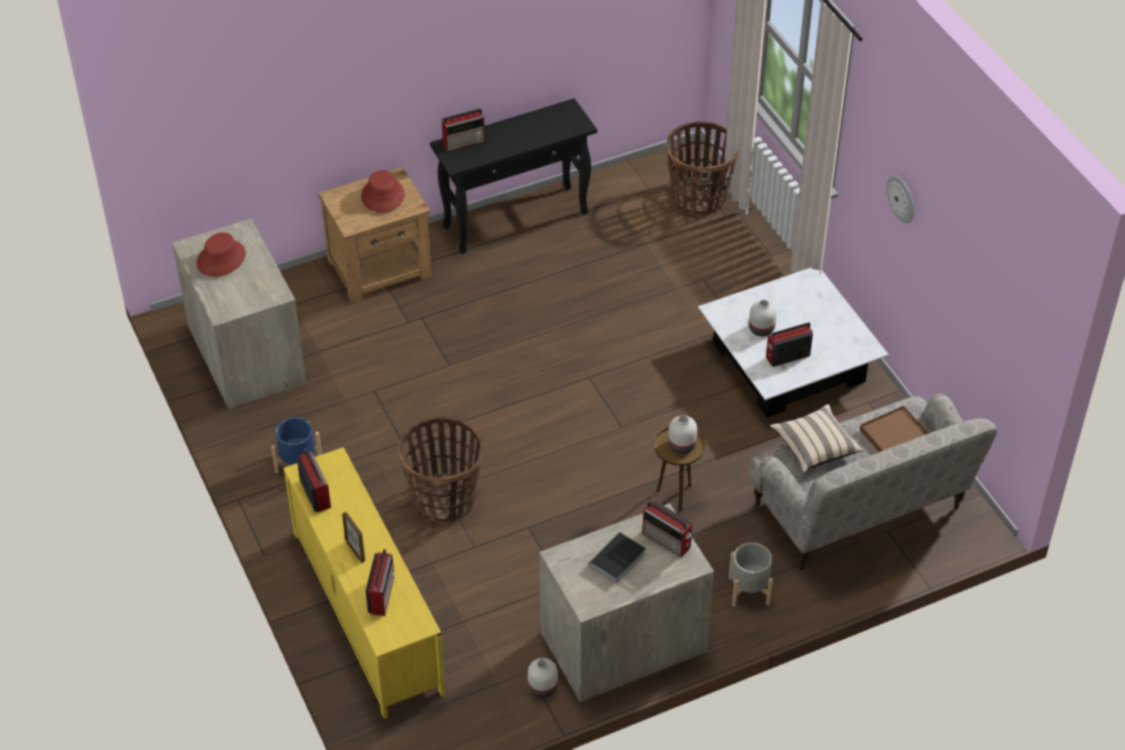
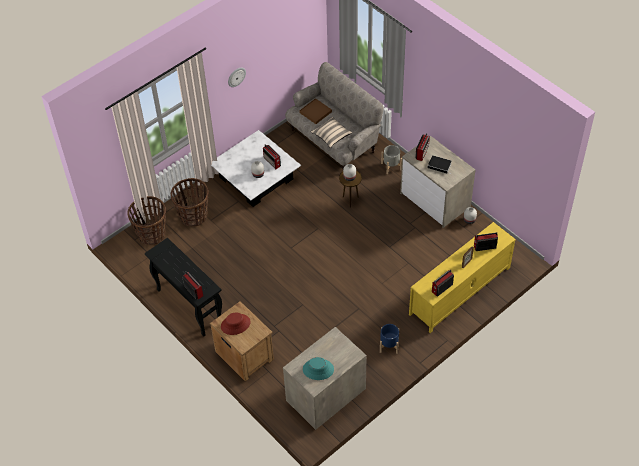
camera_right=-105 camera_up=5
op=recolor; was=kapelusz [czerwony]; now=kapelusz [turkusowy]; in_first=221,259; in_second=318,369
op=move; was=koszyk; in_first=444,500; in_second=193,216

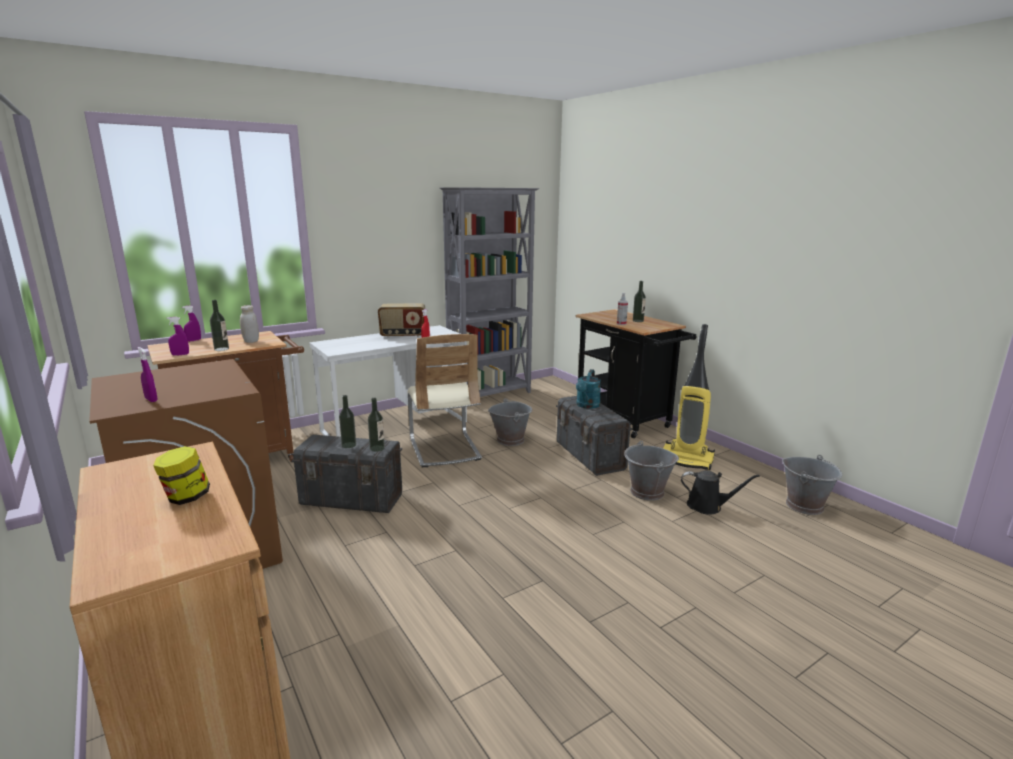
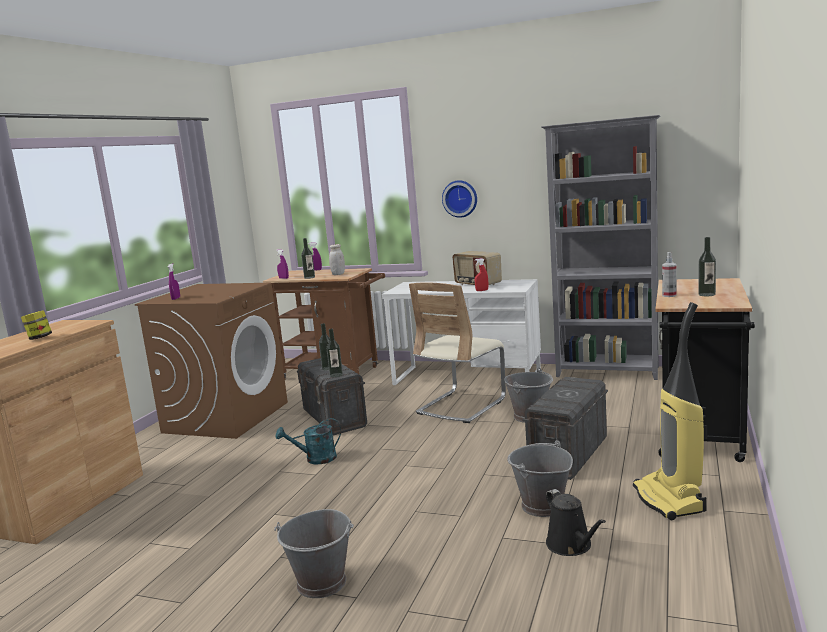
camera_right=55 camera_up=-5
op=move; was=konewka [turkusowy]; in_first=587,406; in_second=315,459
op=move; was=wiadro [szary]; in_first=805,505; in_second=322,583
op=insert; now=zegar ścienny; in_second=460,198

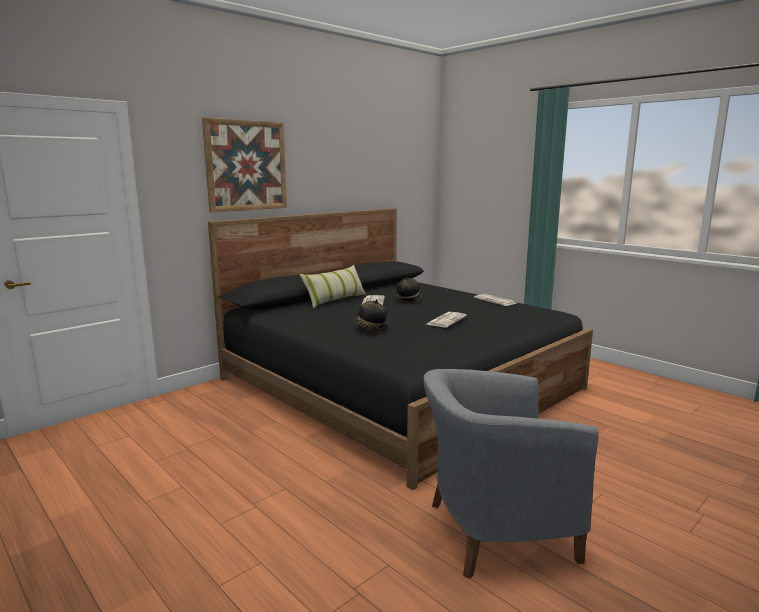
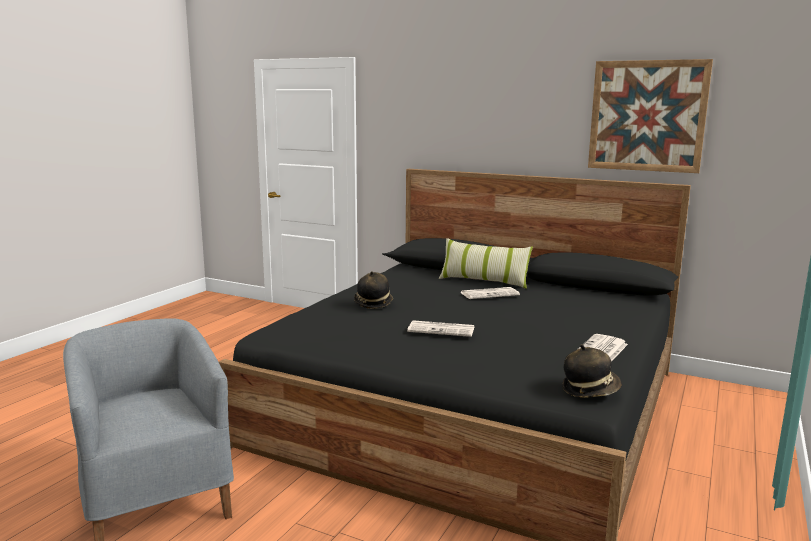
camera_right=70 camera_up=0
op=move; was=obraz; in_first=246,166; in_second=647,116
op=move; was=kapelusz; in_first=407,300; in_second=590,390

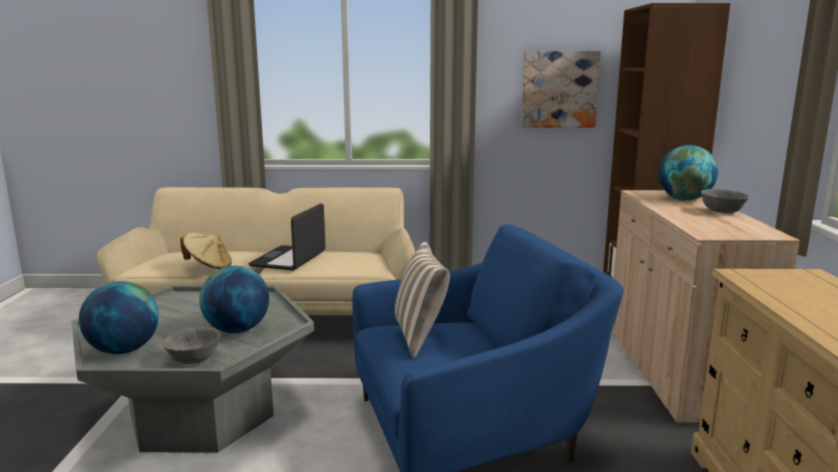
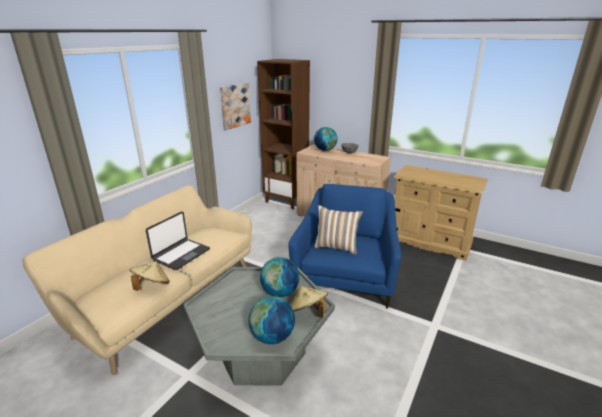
camera_right=-60 camera_up=10
op=replace; was=miska [szary]; now=kapelusz [beżowy]; in_first=193,360; in_second=307,313
op=rotate; was=laptop; in_first=289,259; in_second=181,254; clockwise=-105

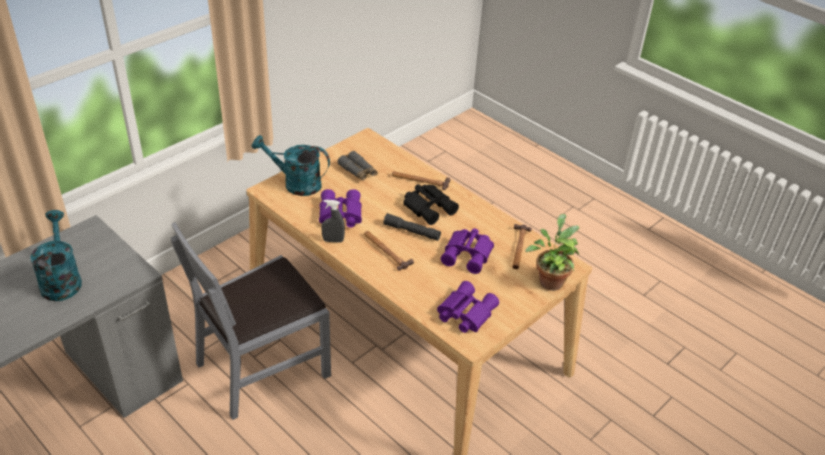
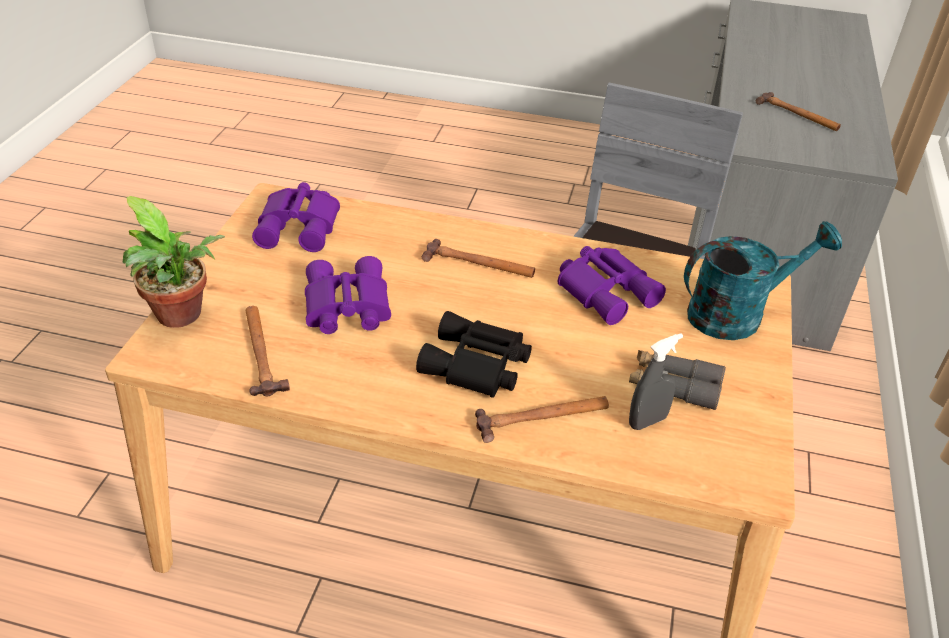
camera_right=150 camera_up=0
op=replace; was=konewka [turkusowy]; now=młotek; in_first=61,279; in_second=798,115
op=move; was=spryskiwacz [szary]; in_first=333,240; in_second=647,421
op=delete; was=latarka [szary]; in_first=411,231

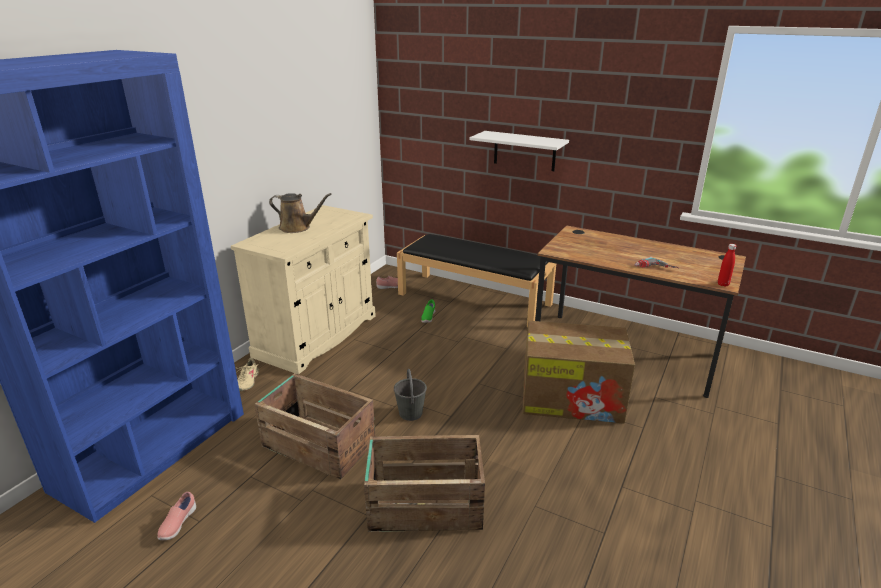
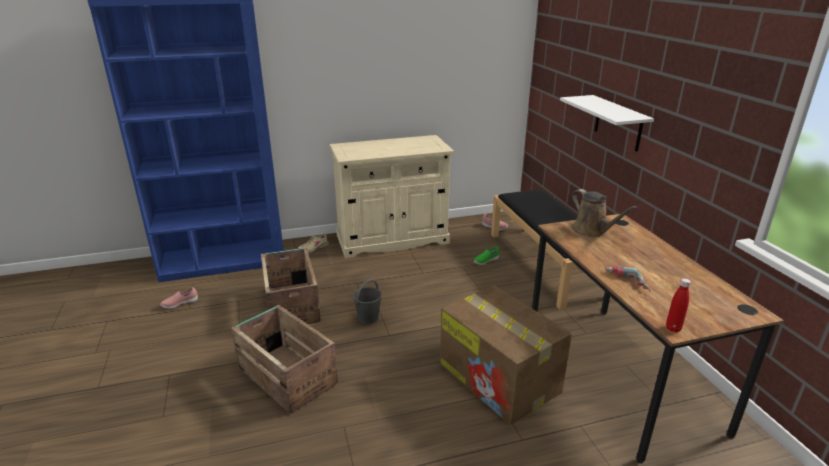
camera_right=45 camera_up=0
op=move; was=konewka [brązowy]; in_first=297,228; in_second=592,231

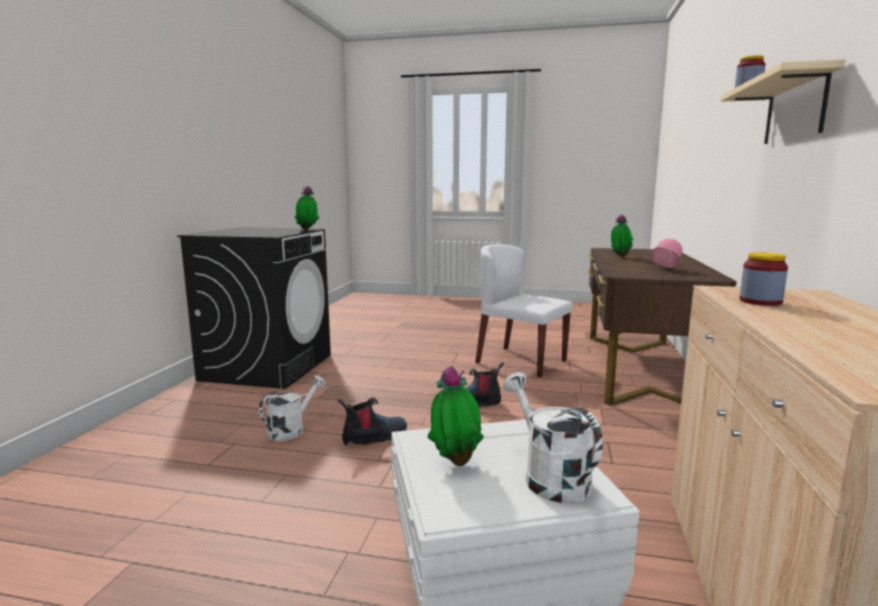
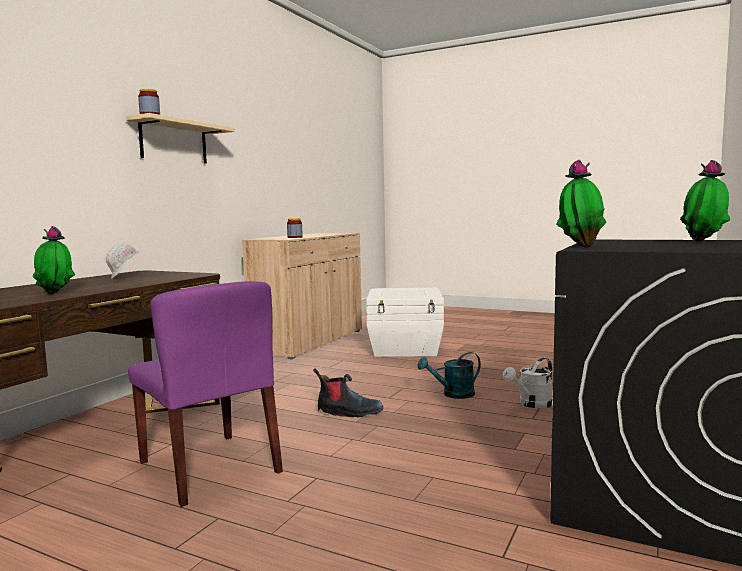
camera_right=-165 camera_up=-5
op=replace; was=but z cholewką; now=konewka [turkusowy]; in_first=375,437; in_second=453,394
op=move; was=roślina doniczkowa; in_first=455,461; in_second=703,241
op=recolor; was=krzesło [biały]; now=krzesło [fioletowy]; in_first=520,361; in_second=210,467
op=delete; was=konewka [biały]; in_first=549,476
op=recolor; was=kask [różowy]; now=kask [biały]; in_first=664,269; in_second=125,278

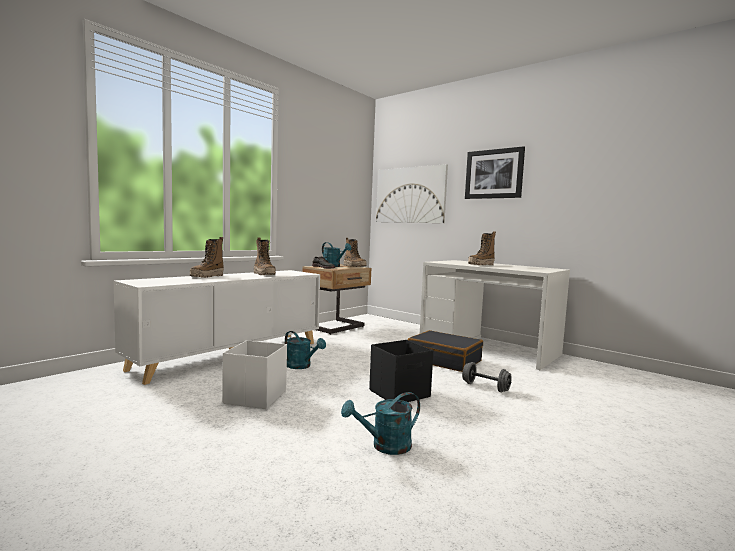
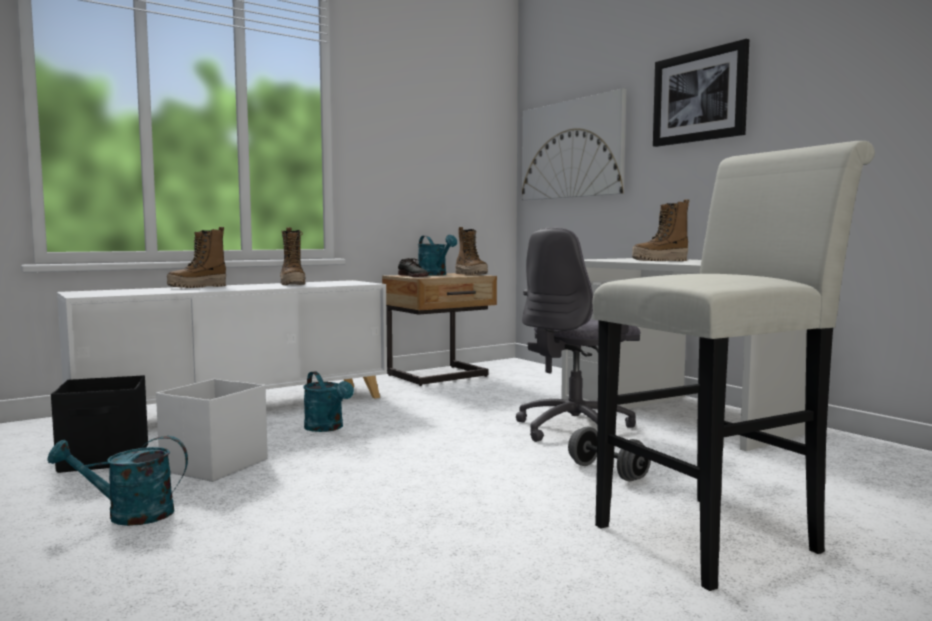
camera_right=15 camera_up=0
op=move; was=konewka [turkusowy]; in_first=385,446; in_second=128,515
op=move; was=pojemnik do przechowywania [czarny]; in_first=400,393; in_second=106,458
op=replace; was=walizka [czarny]; now=krzesło biurowe [szary]; in_first=444,360; in_second=576,429
op=insert; now=stołek [biały]; in_second=717,535

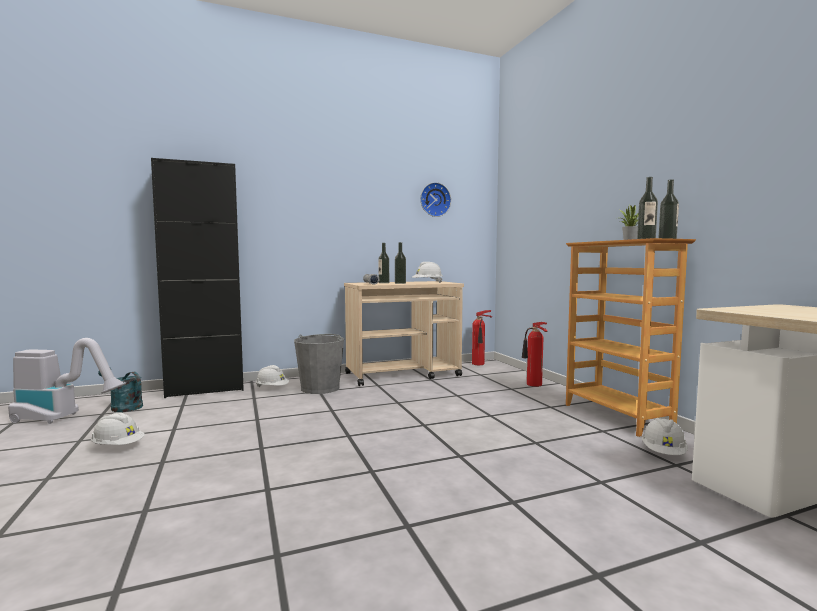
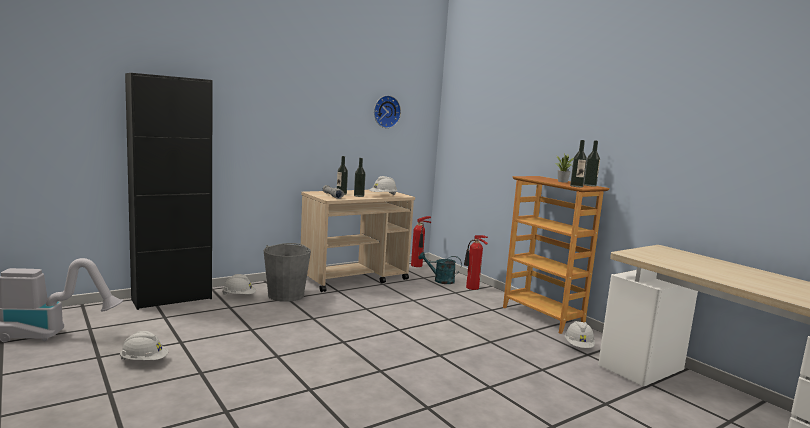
camera_right=-15 camera_up=5
op=move; was=konewka [turkusowy]; in_first=123,406; in_second=440,280

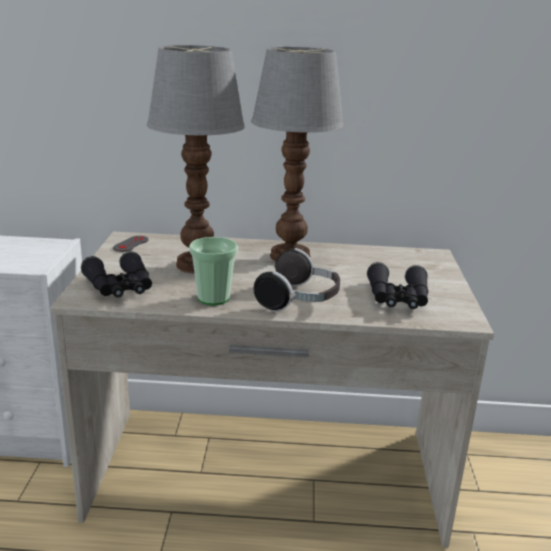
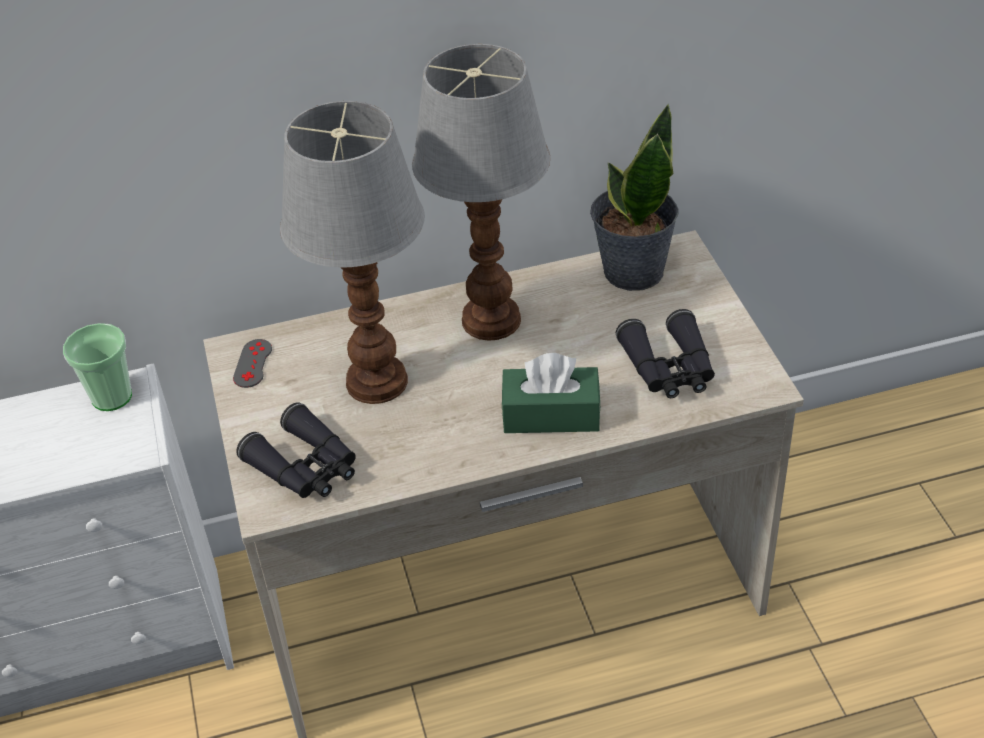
camera_right=-15 camera_up=20
op=move; was=filiżanka; in_first=213,298; in_second=112,397
op=replace; was=słuchawki; now=pudełko chusteczek [zielony]; in_first=300,300; in_second=551,414
op=insert; now=roślina doniczkowa; in_second=632,271

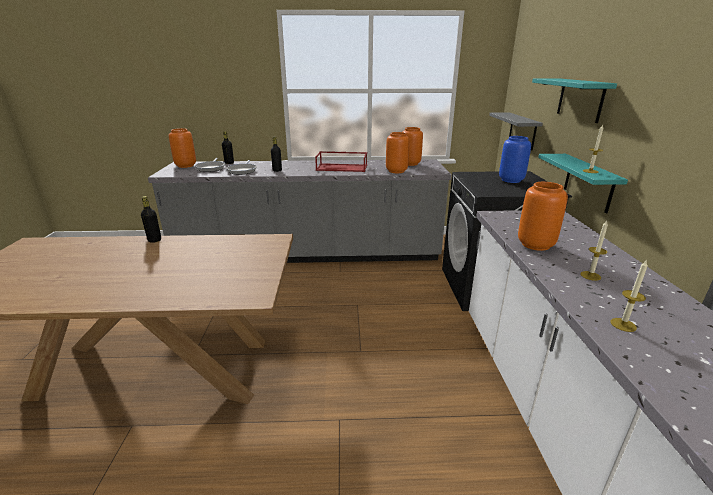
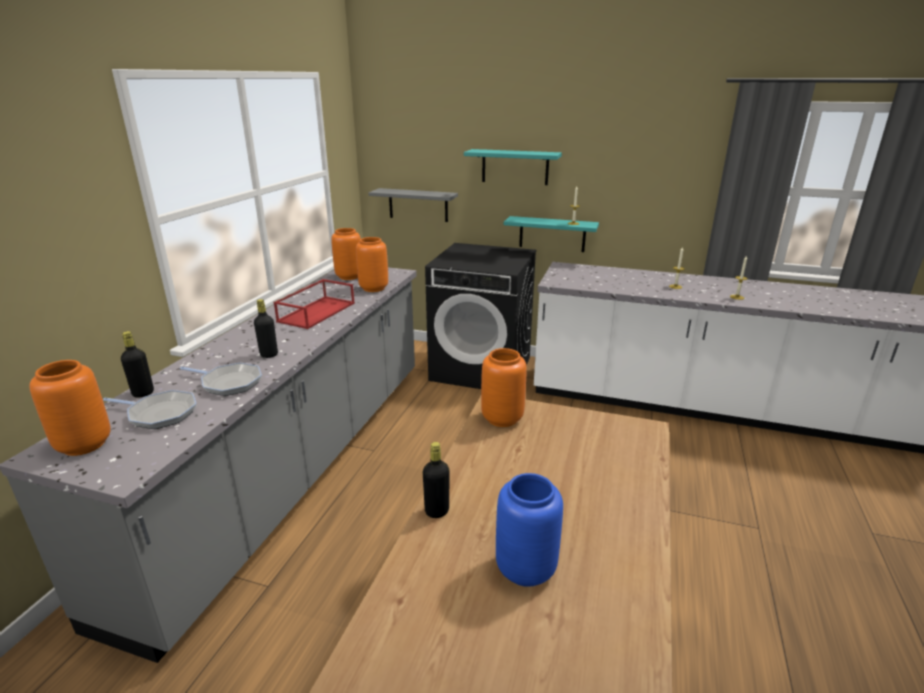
camera_right=-70 camera_up=0
op=move; was=wazon [niebieski]; in_first=511,180; in_second=527,568
op=move; was=wazon [pomarańczowy]; in_first=536,245; in_second=502,418

